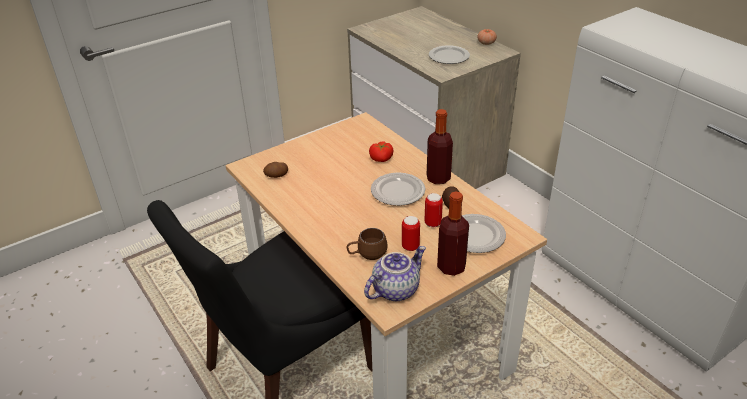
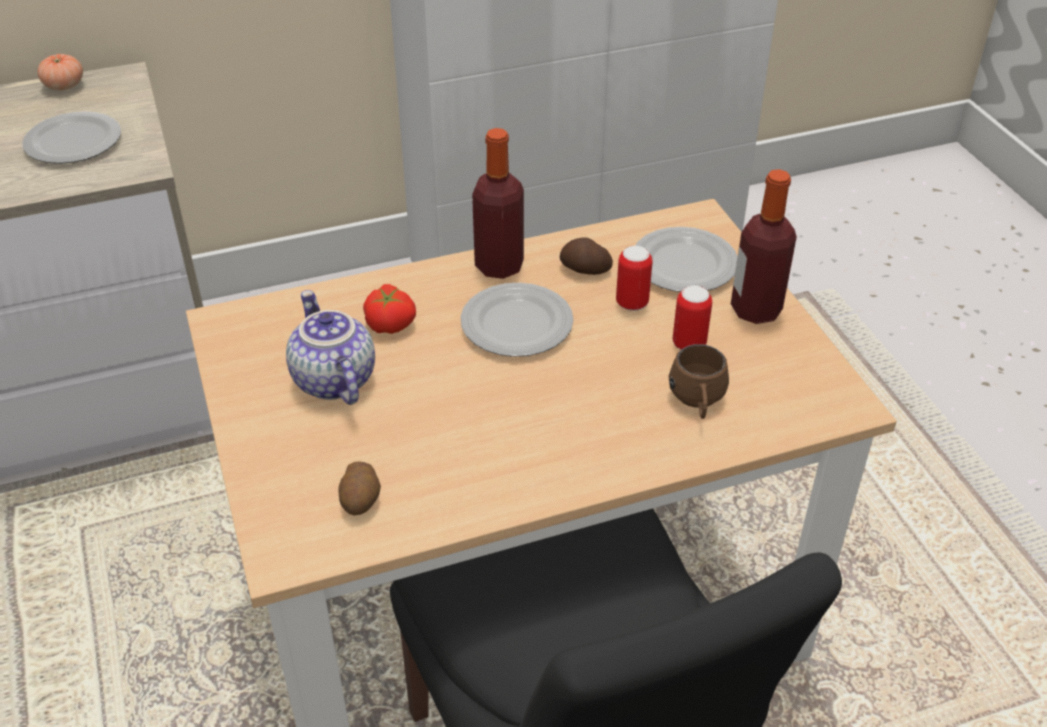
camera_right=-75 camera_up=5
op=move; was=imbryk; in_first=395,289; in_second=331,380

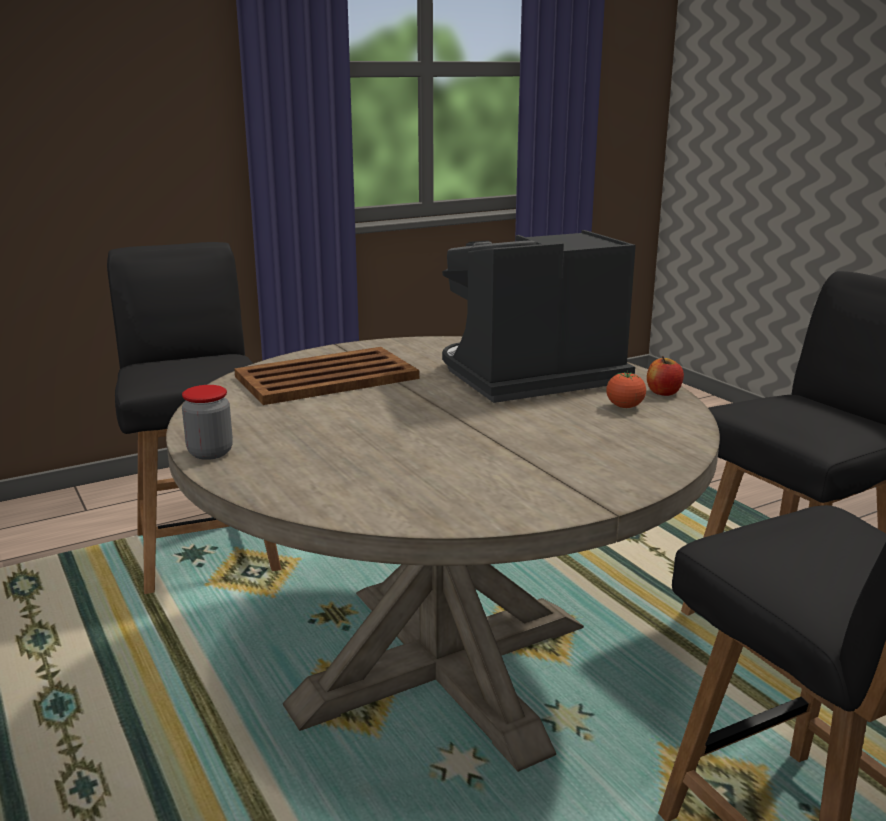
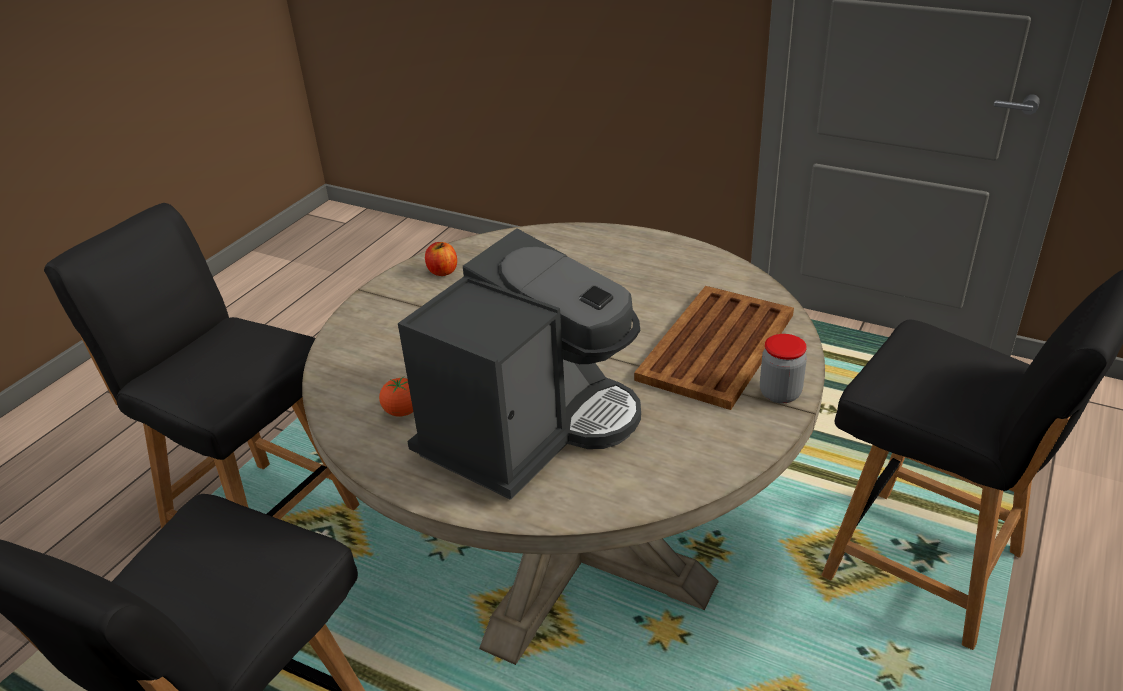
camera_right=150 camera_up=15
op=move; was=słoik; in_first=210,452; in_second=780,393
op=move; was=jabłko; in_first=663,392; in_second=442,271

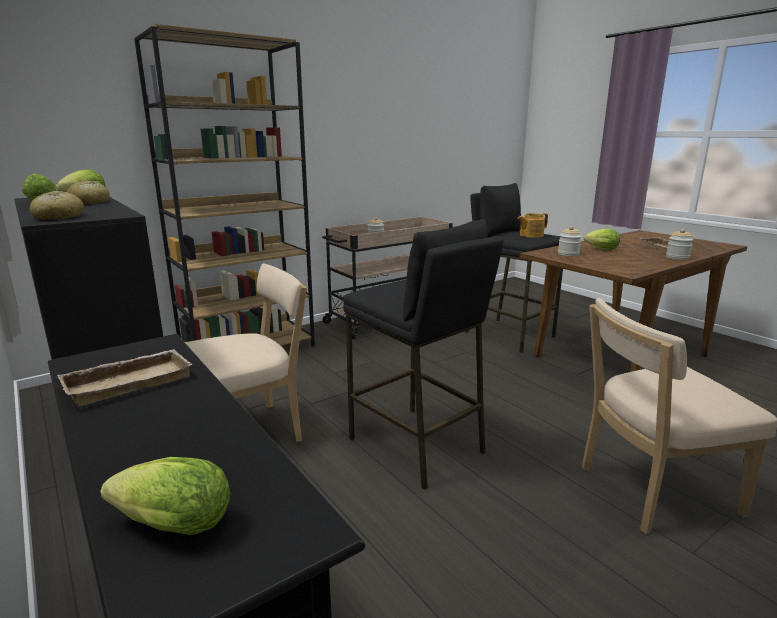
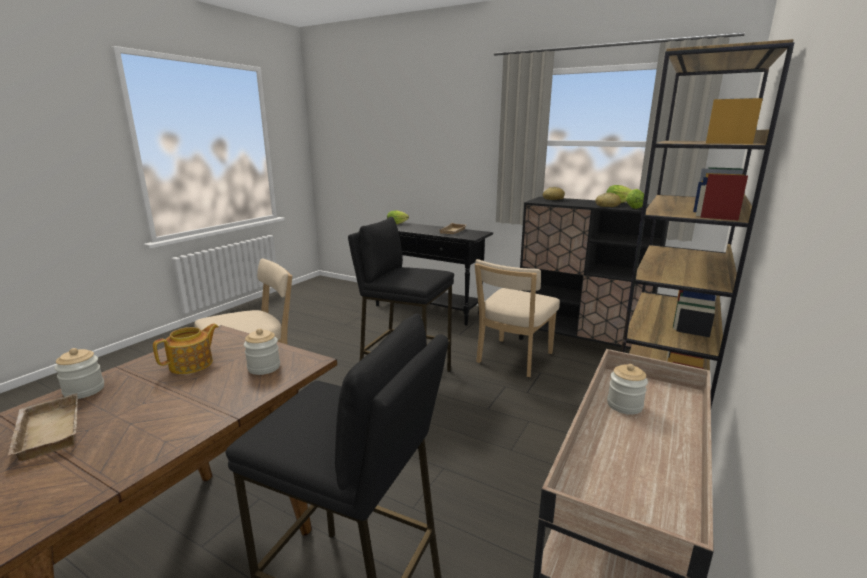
camera_right=155 camera_up=0
op=move; was=imbryk; in_first=530,235; in_second=192,364
op=delete; was=sałata; in_first=599,249

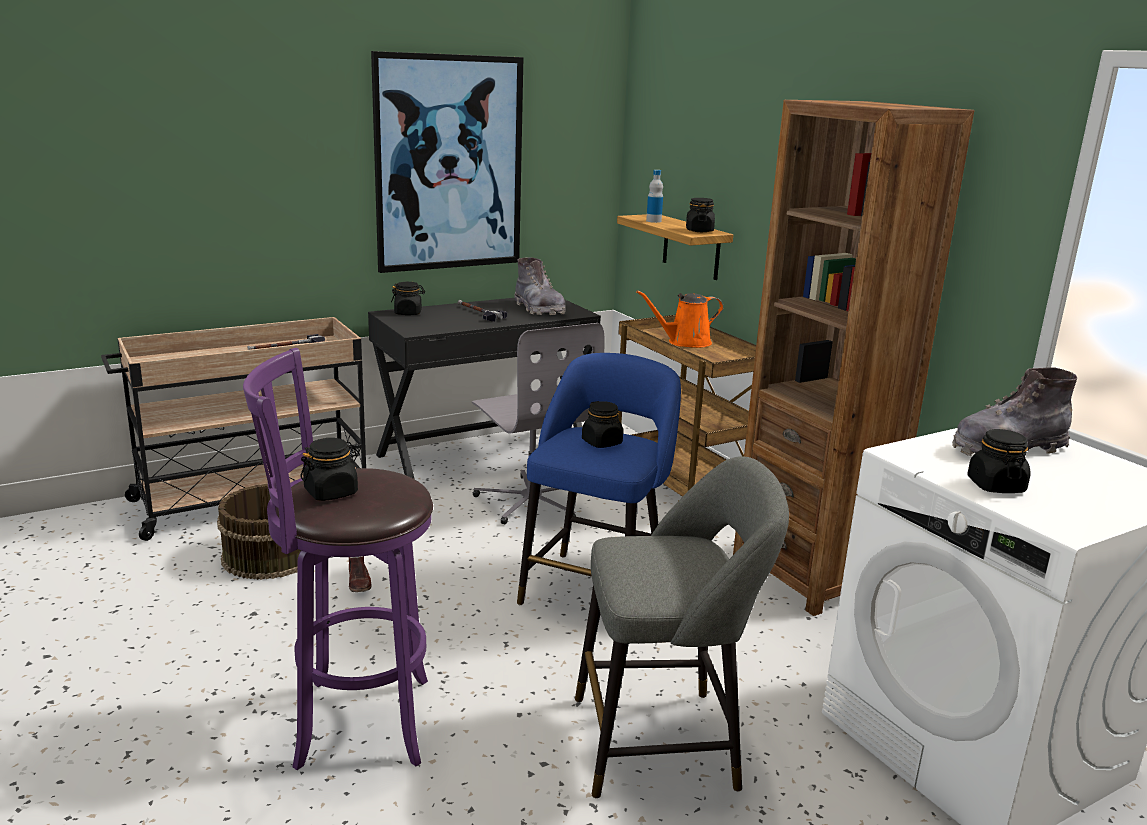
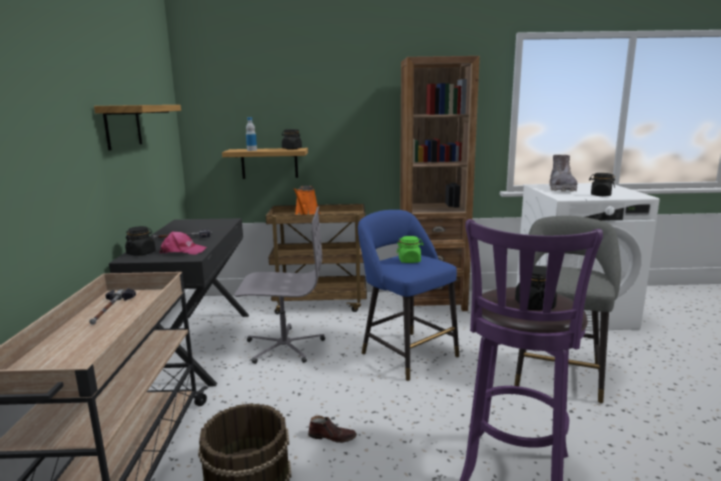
camera_right=-60 camera_up=-5
op=replace; was=obraz; now=półka; in_first=449,164; in_second=123,126
op=delete; was=but z cholewką [szary]; in_first=539,309
op=recolor; was=słoik [czarny]; now=słoik [zielony]; in_first=602,442; in_second=409,261
op=insert; now=czapka z daszkiem [różowy]; in_second=182,251

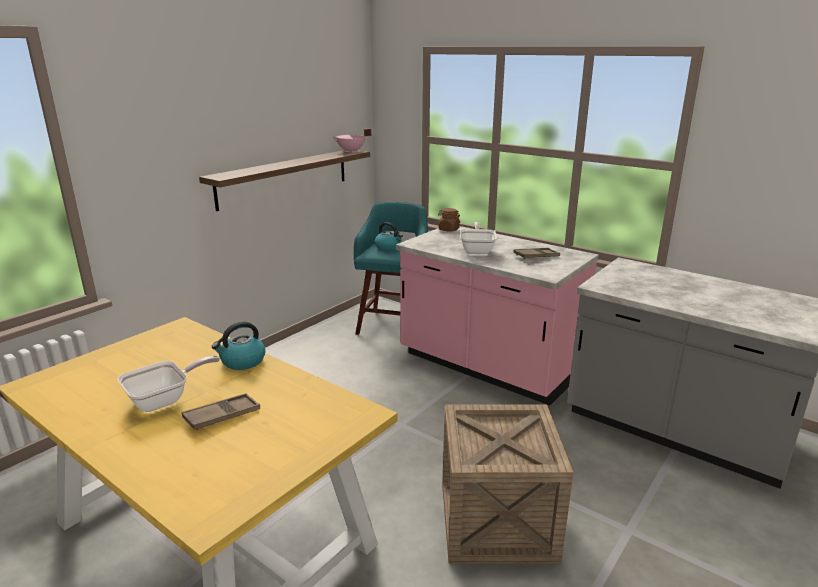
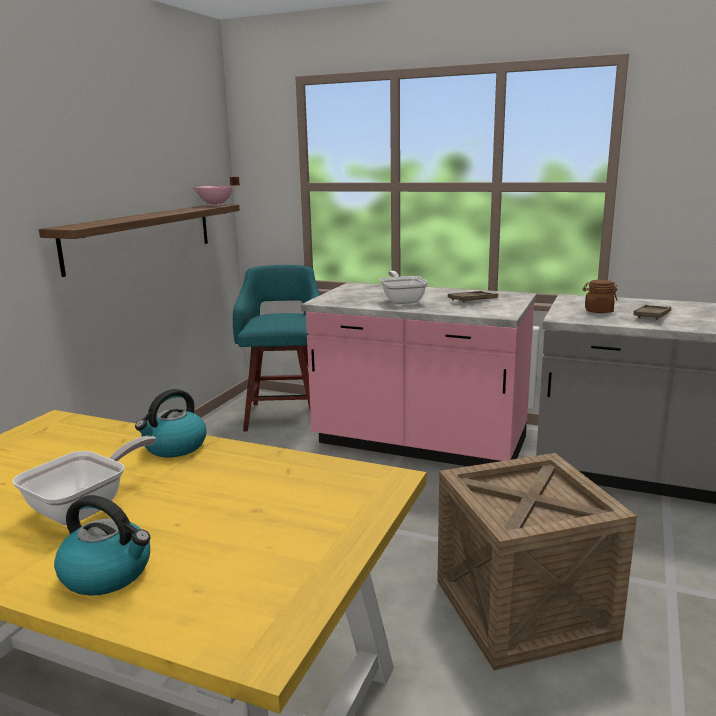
camera_right=-15 camera_up=-5
op=move; was=taca [brązowy]; in_first=222,416; in_second=652,316
op=move; was=czajnik; in_first=388,247; in_second=108,573
op=move; was=słoik [brązowy]; in_first=448,229; in_second=598,311

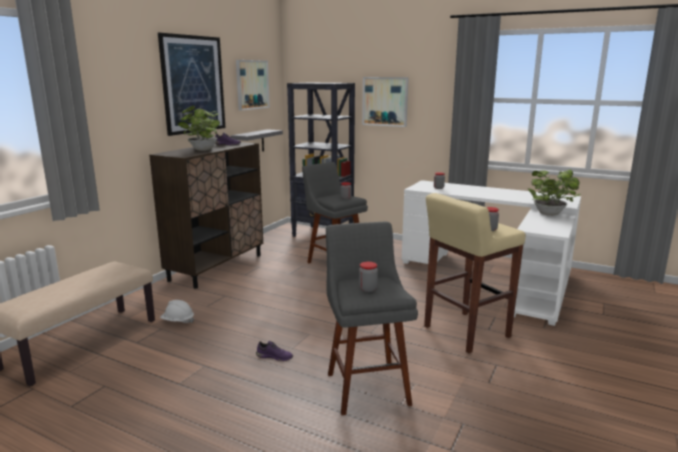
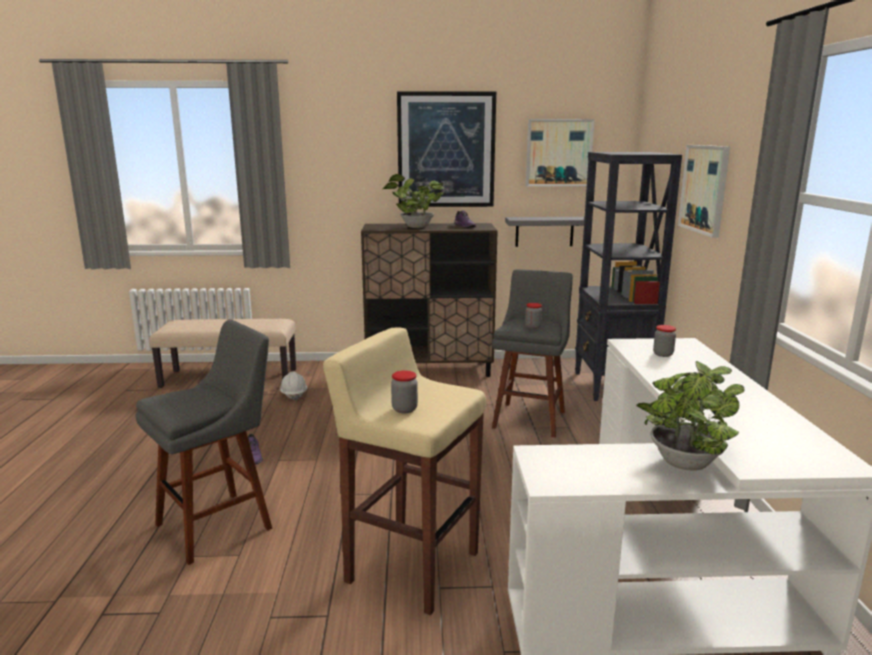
camera_right=60 camera_up=0
op=delete; was=słoik; in_first=368,289

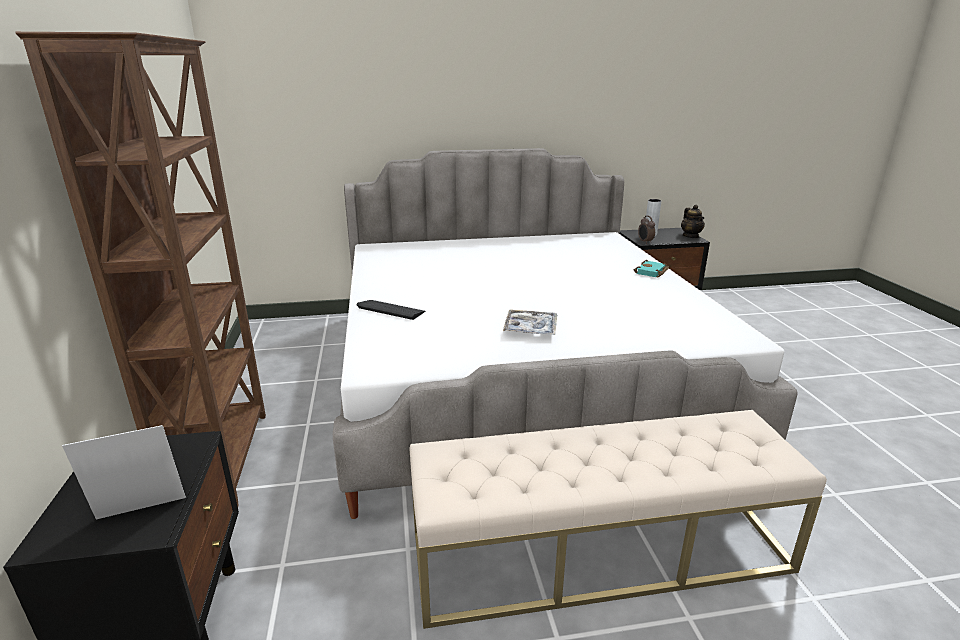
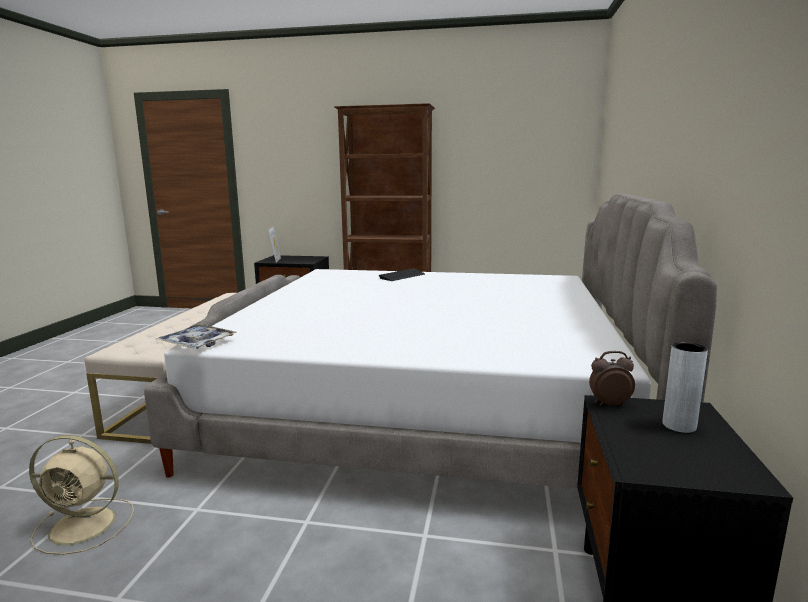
camera_right=110 camera_up=-10
op=move; was=taca; in_first=530,328; in_second=197,343
op=delete; was=książka [turkusowy]; in_first=652,272
op=delete; was=imbryk; in_first=691,236
op=insert; now=wentylator [beżowy]; in_second=85,525

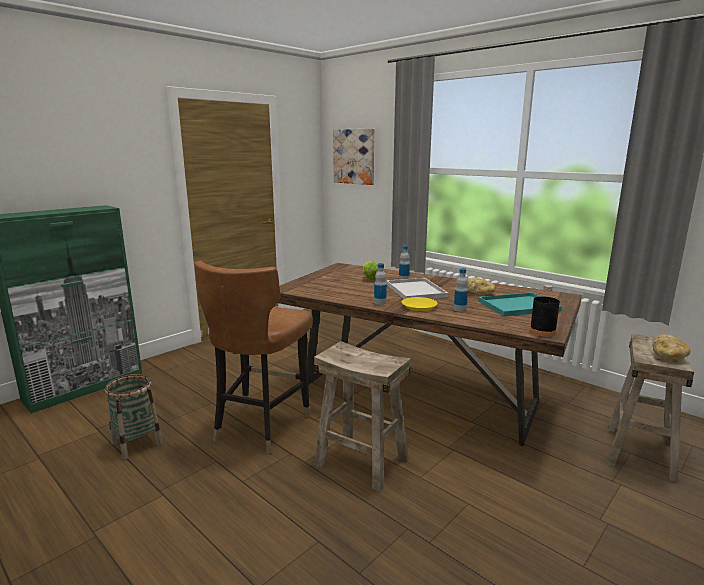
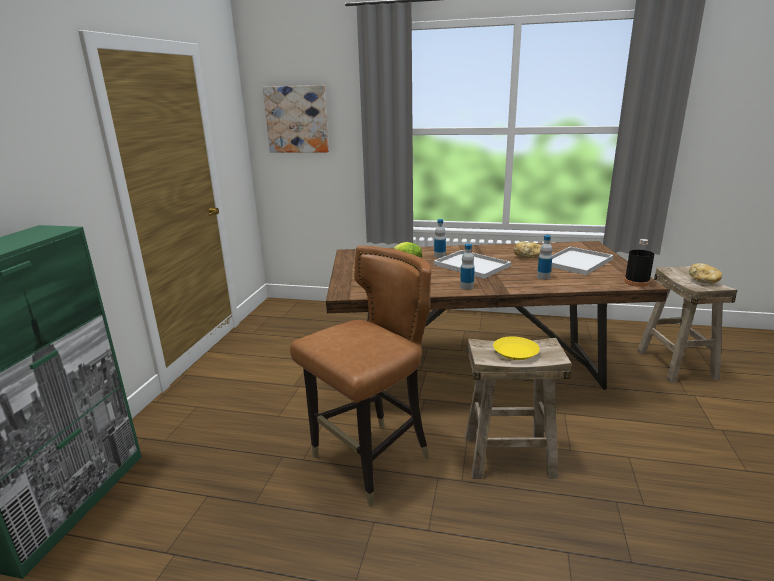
camera_right=-30 camera_up=5
op=delete; was=koszyk; in_first=137,443
op=rotate; was=krzesło [brązowy]; in_first=261,426; in_second=371,461; clockwise=-120
op=move; was=talerz [żółty]; in_first=419,307; in_second=516,352
op=recolor; was=taca [turkusowy]; now=taca [biały]; in_first=517,306; in_second=577,262

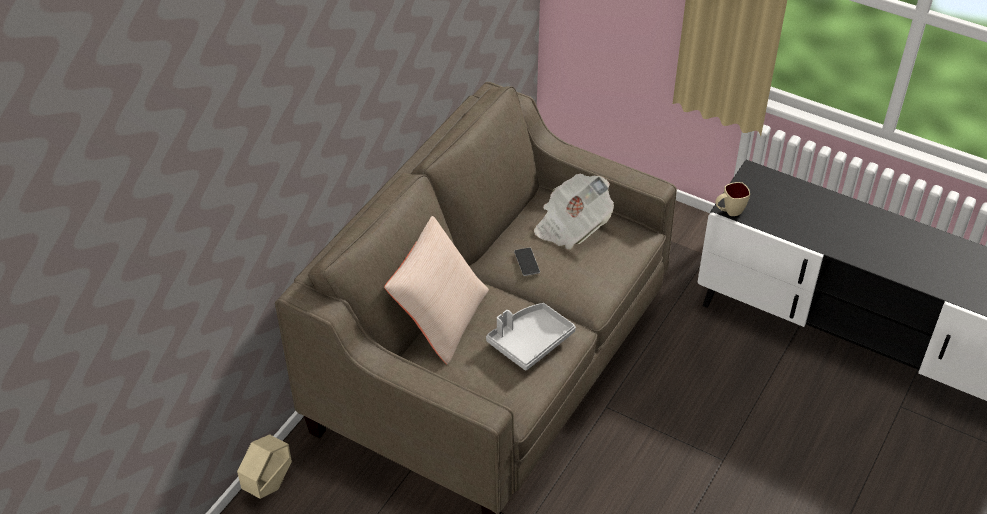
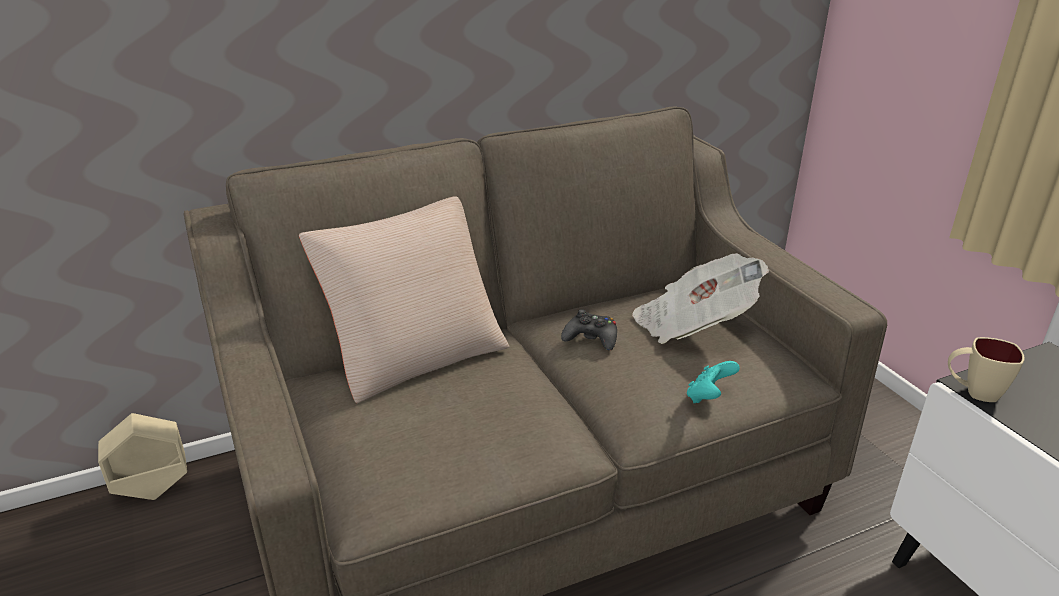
camera_right=35 camera_up=-15
op=delete; was=taca [szary]; in_first=530,341
op=replace; was=telefon; now=pad do gier [czarny]; in_first=527,262; in_second=591,338
op=insert; now=pad do gier [turkusowy]; in_second=709,397

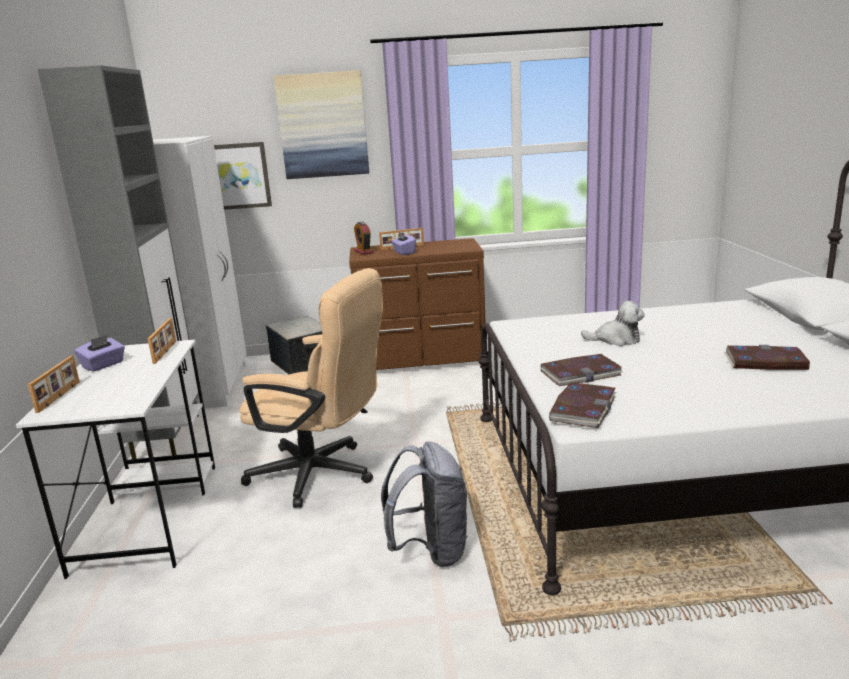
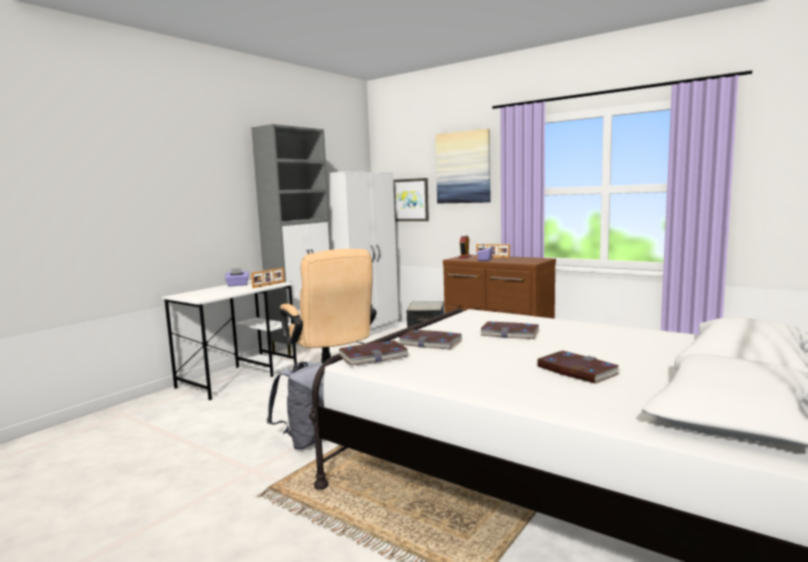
camera_right=40 camera_up=-10
op=delete; was=ramka na zdjęcie; in_first=59,396
op=replace; was=pluszak; now=książka; in_first=616,340; in_second=510,333

